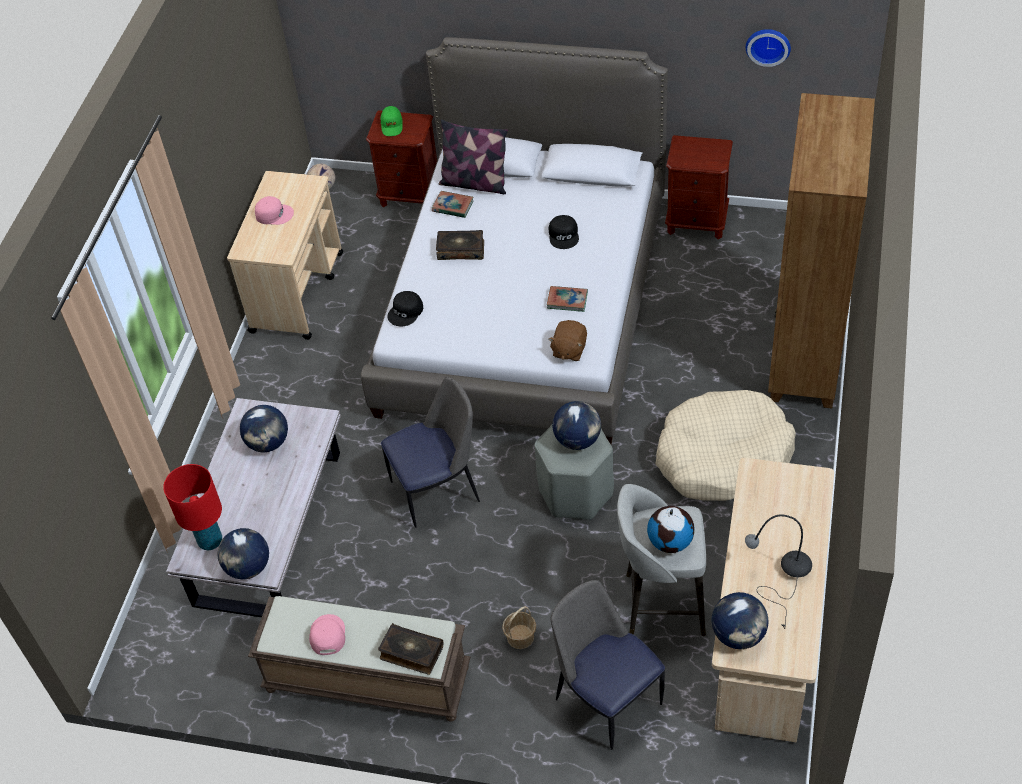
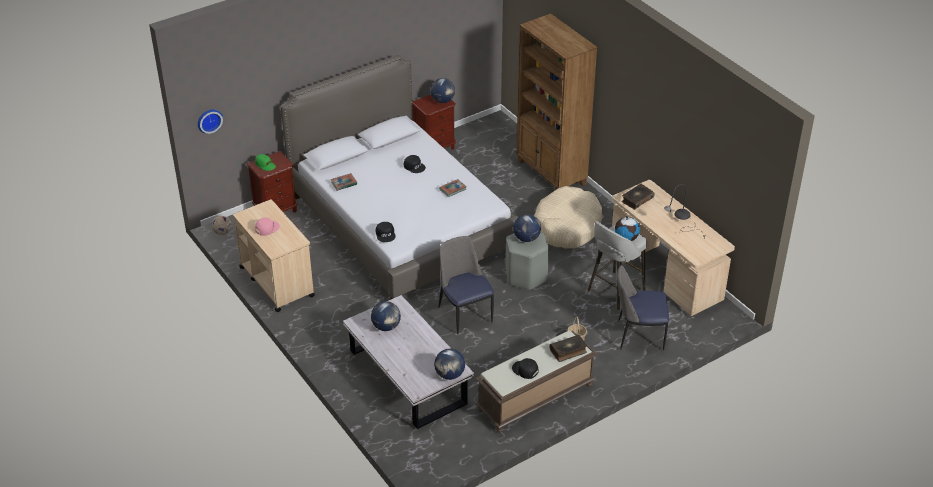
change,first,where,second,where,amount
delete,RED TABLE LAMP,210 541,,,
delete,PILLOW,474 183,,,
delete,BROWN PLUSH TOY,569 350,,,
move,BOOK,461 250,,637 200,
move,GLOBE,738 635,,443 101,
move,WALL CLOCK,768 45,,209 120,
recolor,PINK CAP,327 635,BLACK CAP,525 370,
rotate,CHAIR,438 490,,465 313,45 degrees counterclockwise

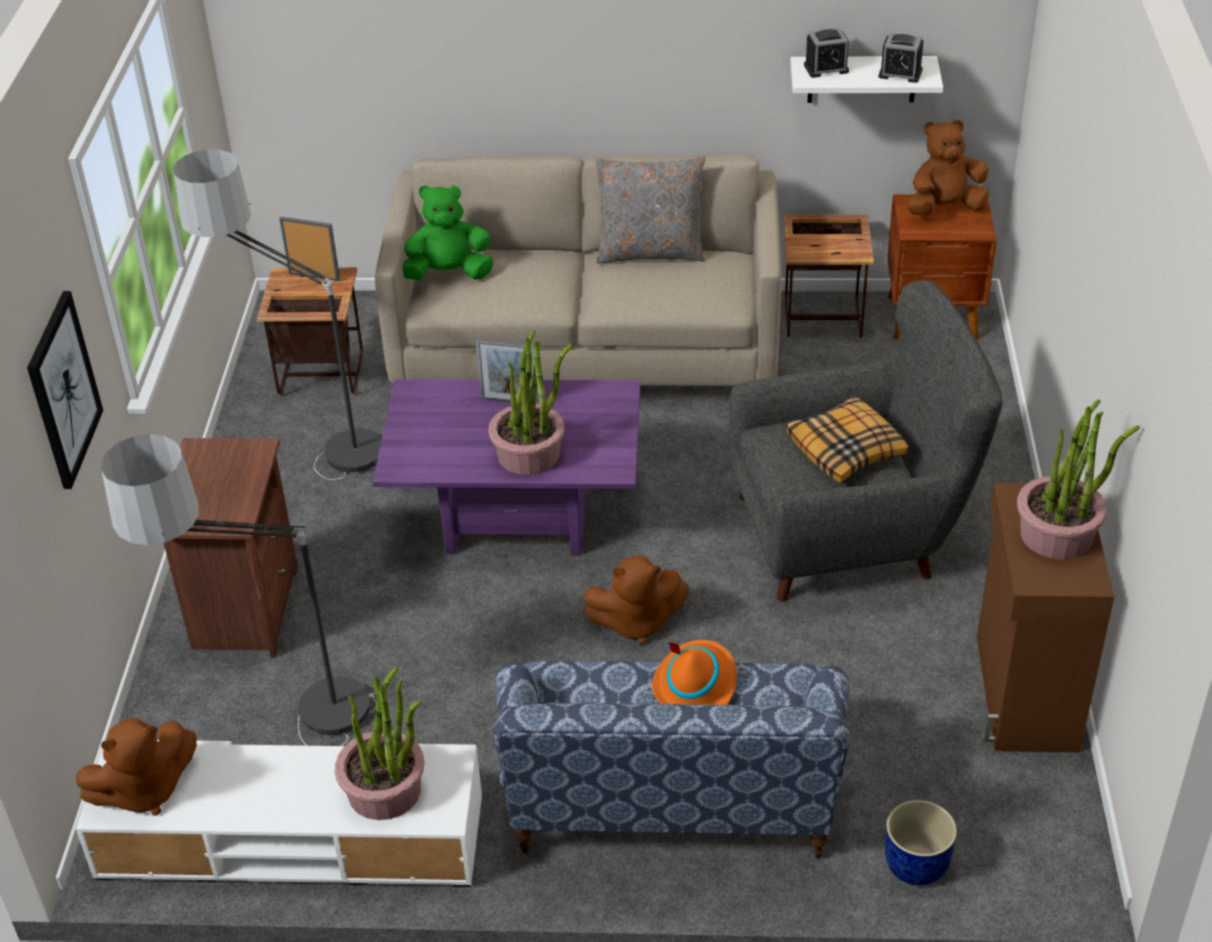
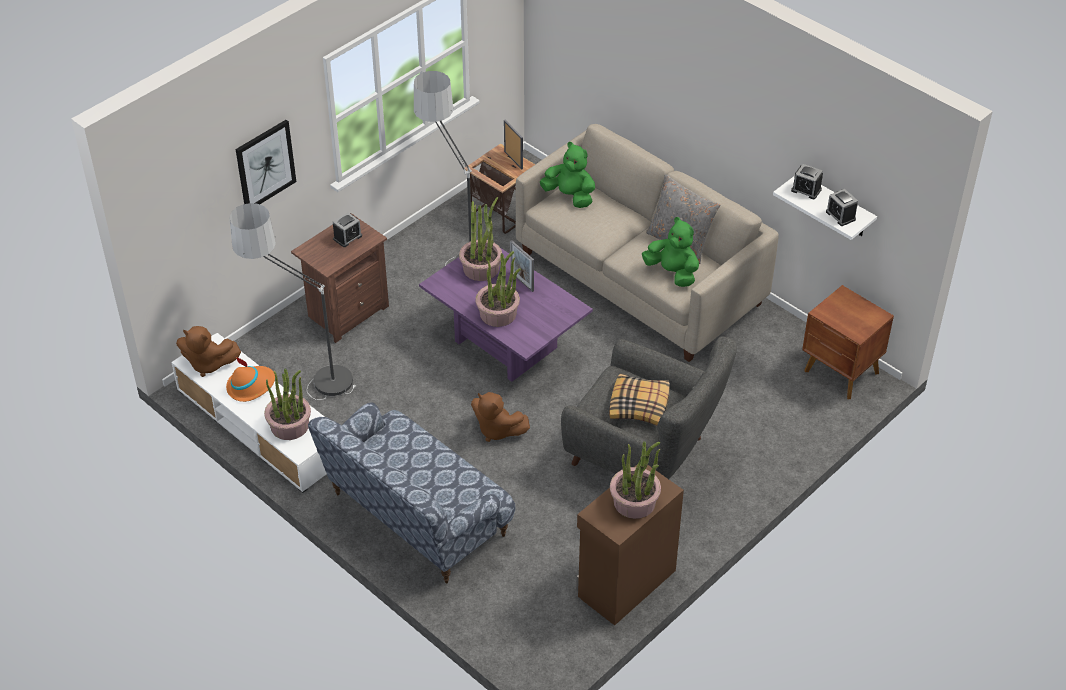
change,first,where,second,where,amount
delete,SIDE TABLE,824 319,,,
delete,BLUE PLANTER,915 865,,,
delete,BROWN PLUSH TOY,944 209,,,
insert,,,ALARM CLOCK,347 237,
insert,,,POTTED PLANT,481 268,
insert,,,GREEN PLUSH TOY,672 272,
move,ORANGE HAT,695 684,,251 386,

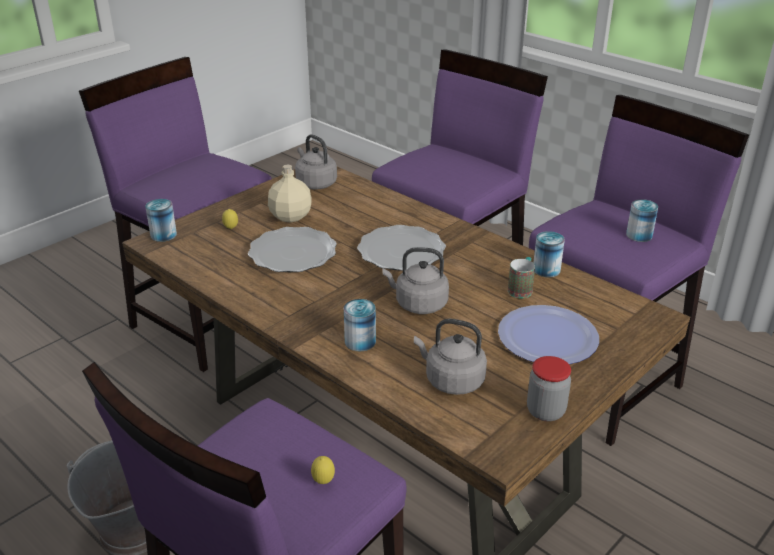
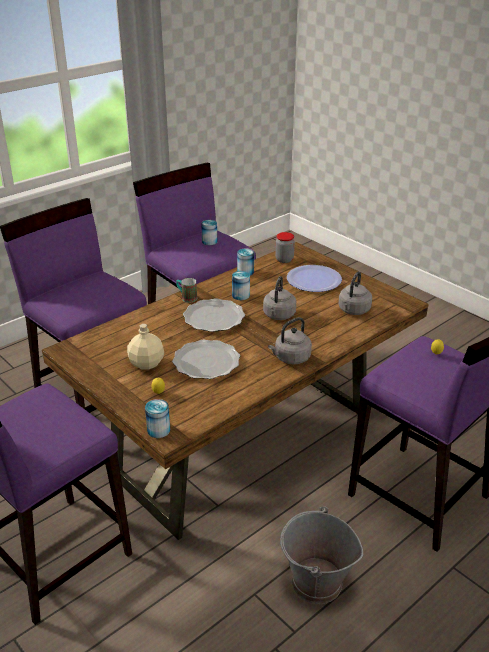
change,first,where,second,where,amount
move,GREY KETTLE,315 183,,290 358,
move,CAN,360 341,,241 295,
move,MUG,521 289,,186 297,
move,JAR,545 411,,284 259,

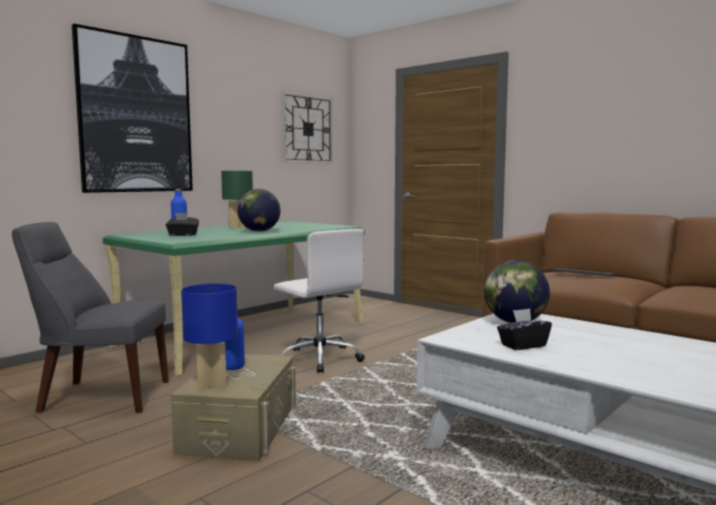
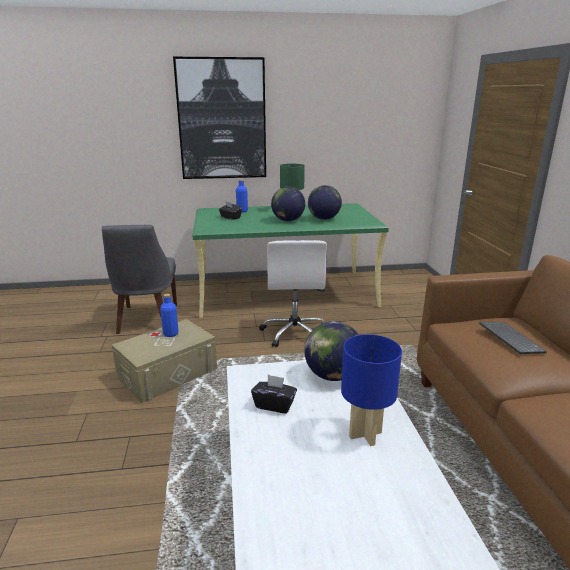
change,first,where,second,where,amount
delete,WALL CLOCK,307 129,,,
insert,,,GLOBE,324 219,
move,BLUE TABLE LAMP,211 385,,364 434,
rotate,GREY CHAIR,100 396,,146 320,135 degrees counterclockwise

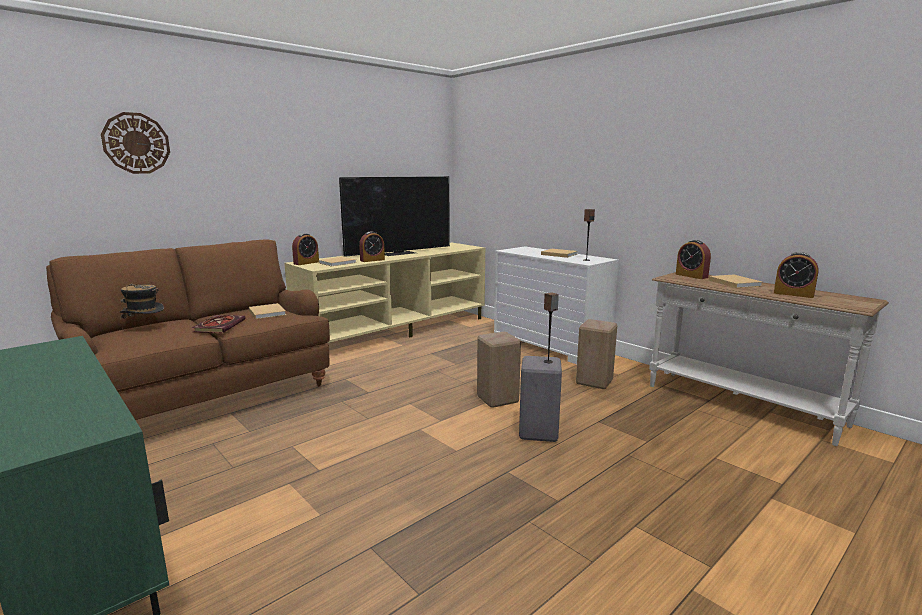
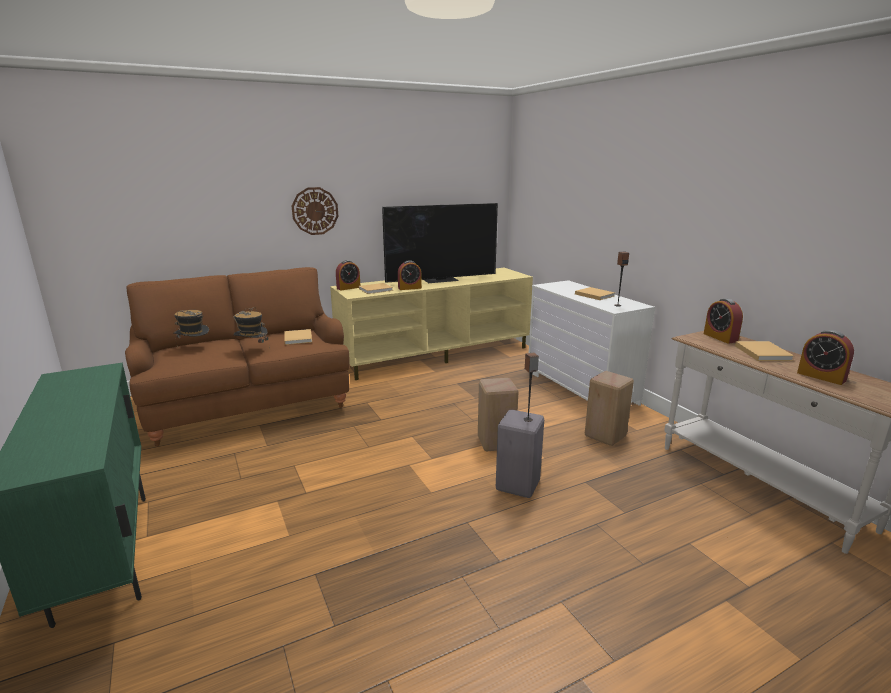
change,first,where,second,where,amount
move,WALL CLOCK,136 143,,315 211,
replace,BOOK,219 326,HAT,252 349,

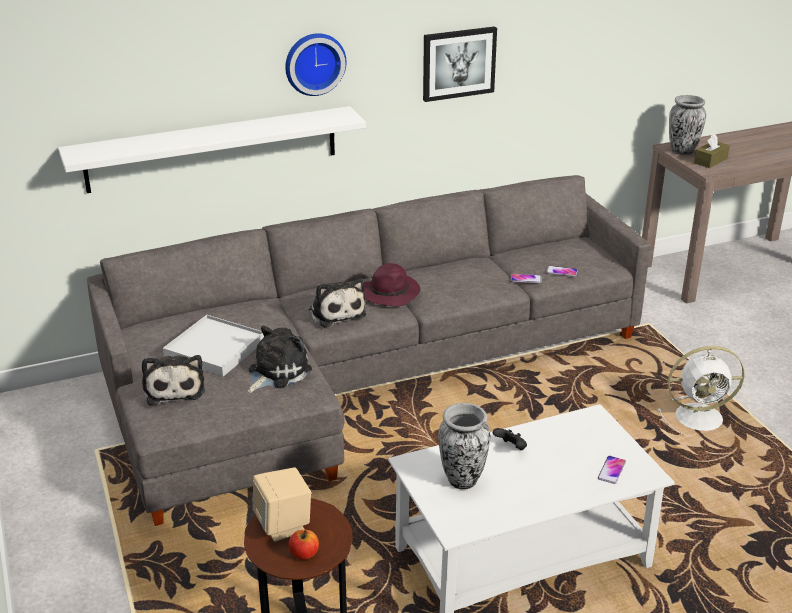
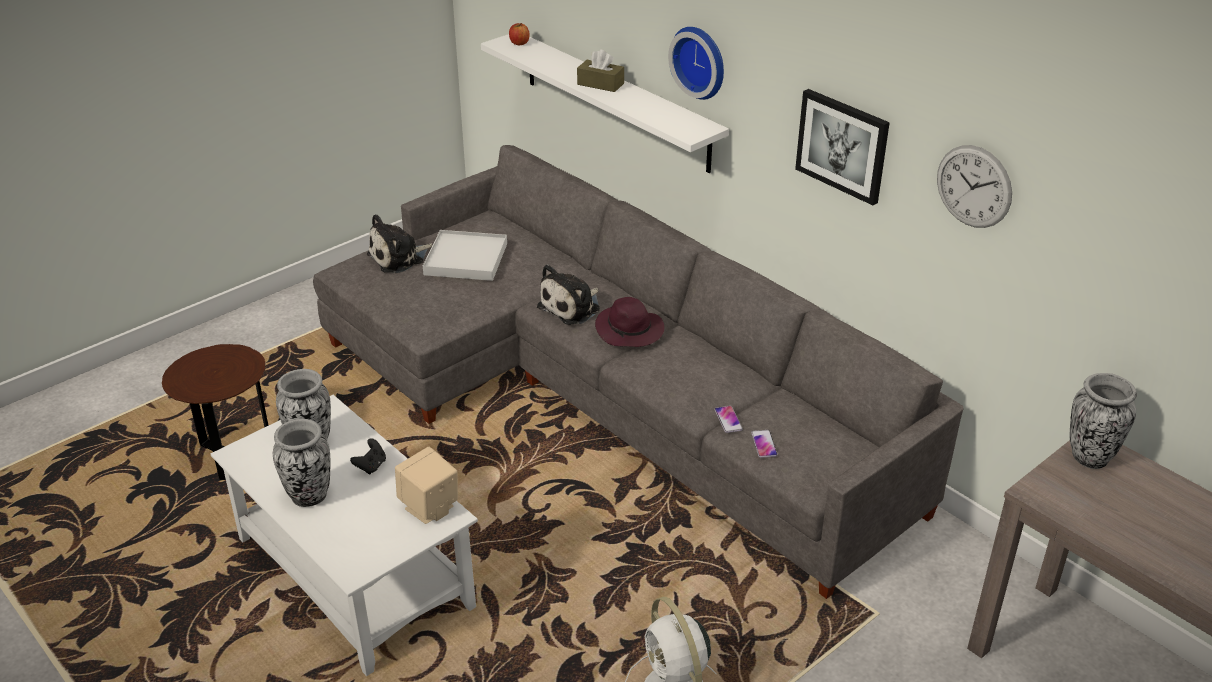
change,first,where,second,where,amount
delete,PLUSH TOY,276 372,,,
delete,PHONE,611 470,,,
insert,,,VASE,309 497,
insert,,,WALL CLOCK,974 186,
move,BEIGE SPEAKER,283 525,,429 508,
move,APPLE,304 554,,519 43,
move,BROWN TISSUE BOX,710 161,,600 84,

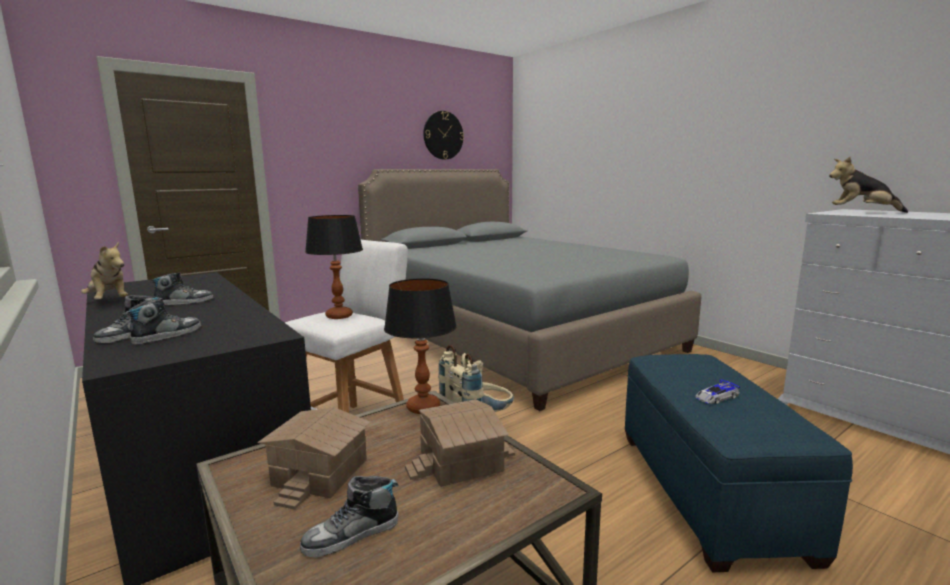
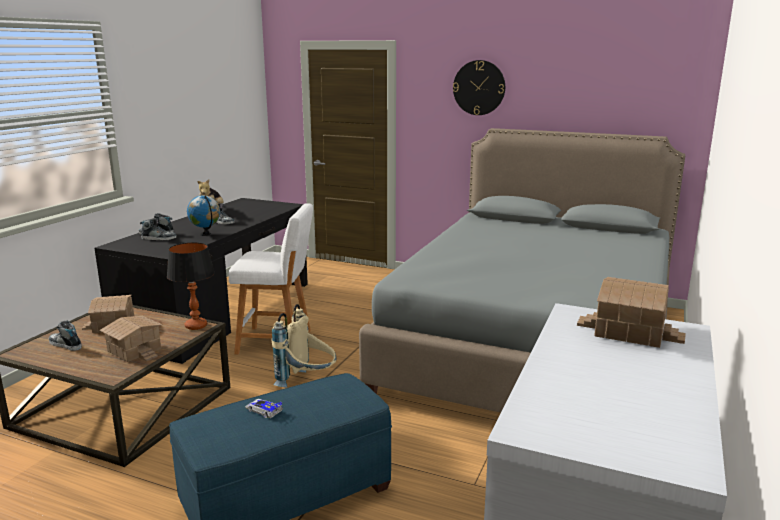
change,first,where,second,where,amount
delete,TABLE LAMP,339 316,,,
insert,,,GLOBE,205 234,
move,WALL CLOCK,443 135,,479 87,
replace,PLUSH TOY,861 212,TOY HOUSE,629 331,

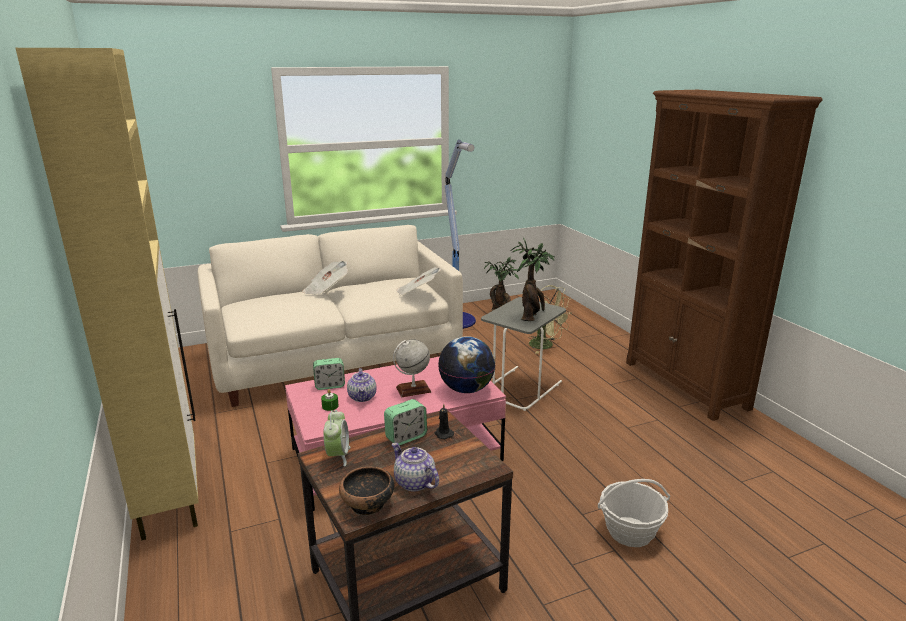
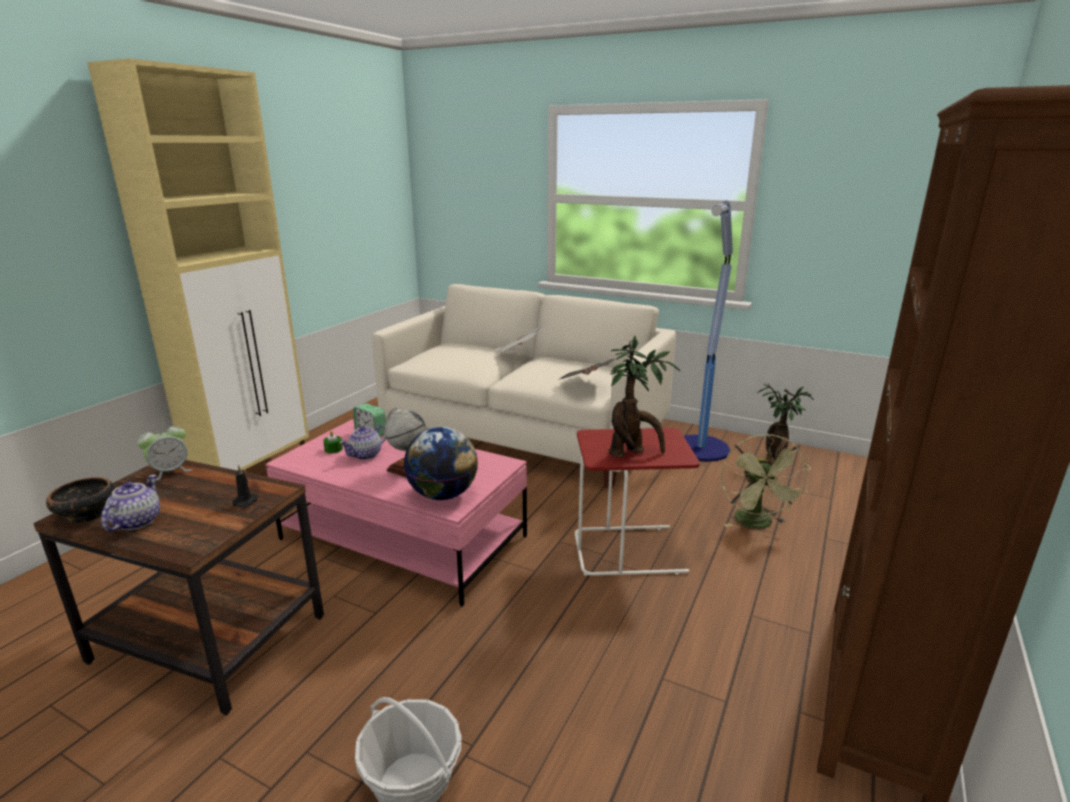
change,first,where,second,where,amount
delete,ALARM CLOCK,406 437,,,
recolor,GREY SIDE TABLE,520 387,RED SIDE TABLE,629 550,

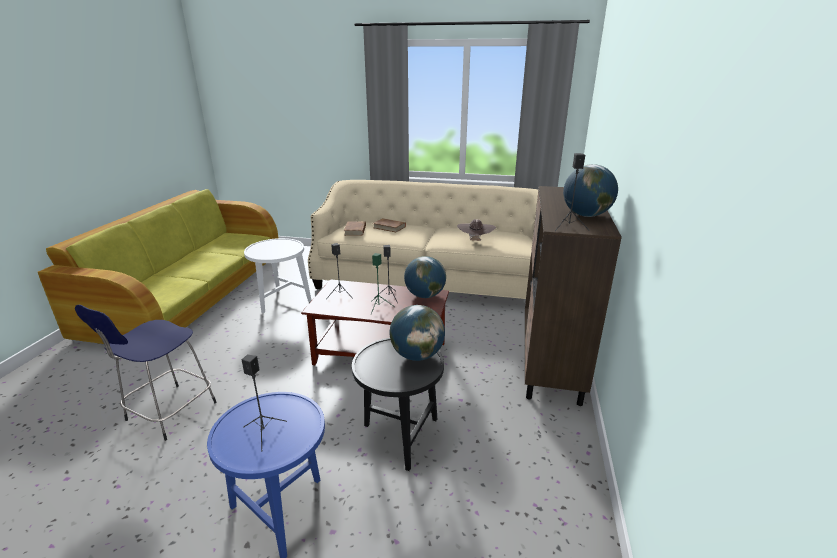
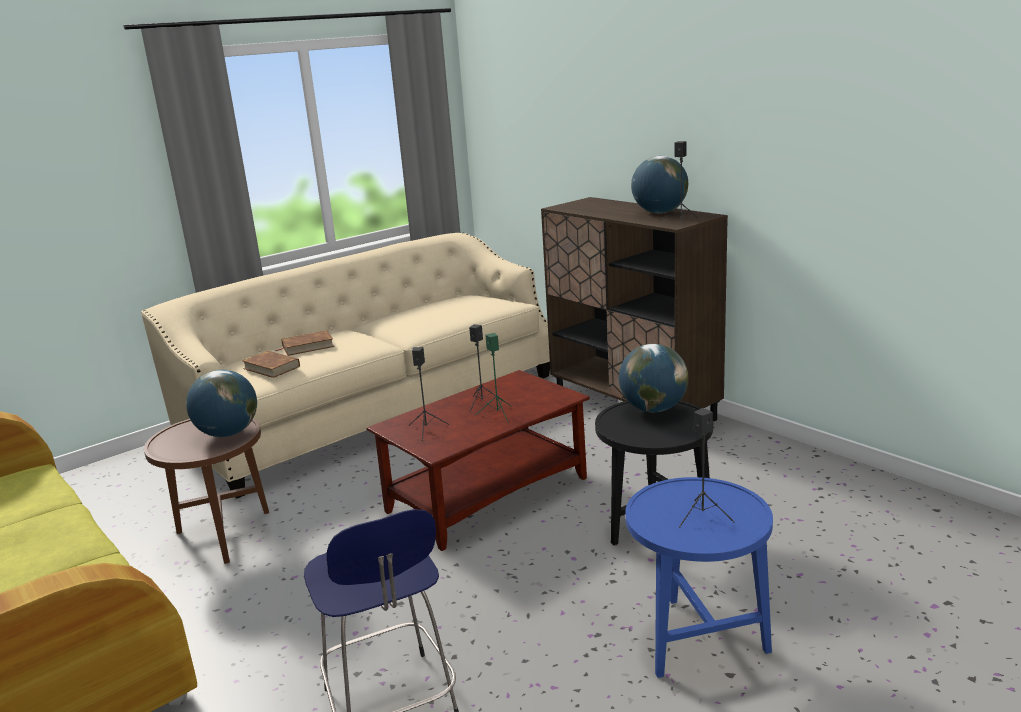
change,first,where,second,where,amount
delete,BROWN HAT,475 241,,,
move,GLOBE,425 295,,228 433,
recolor,WHITE SIDE TABLE,282 302,BROWN SIDE TABLE,225 537,

